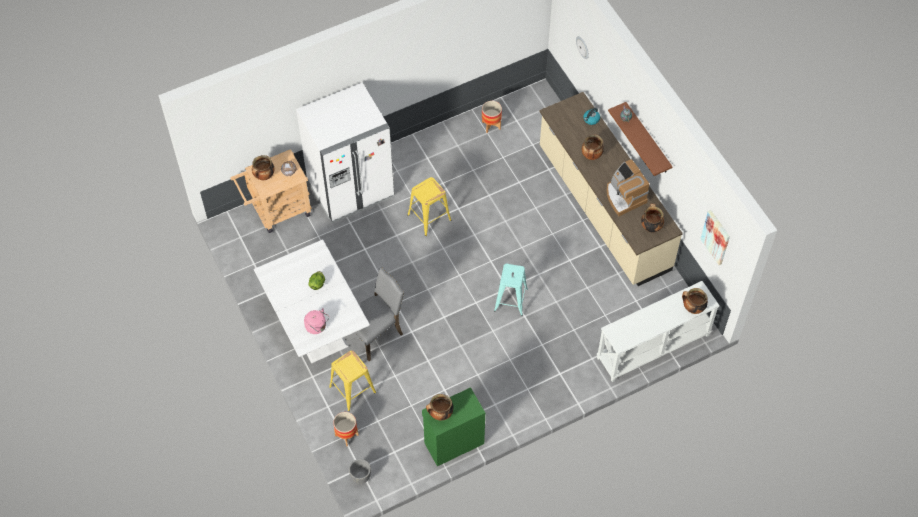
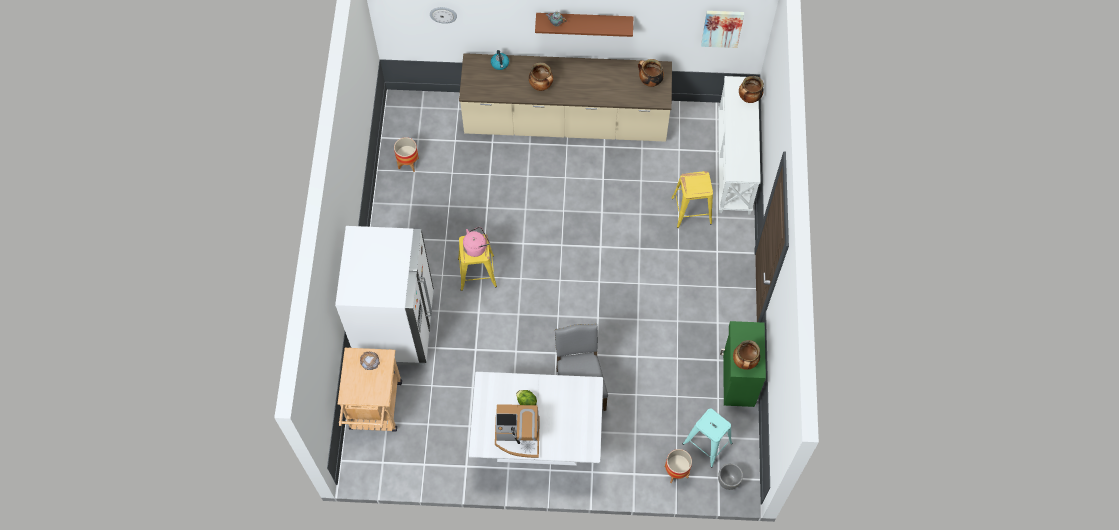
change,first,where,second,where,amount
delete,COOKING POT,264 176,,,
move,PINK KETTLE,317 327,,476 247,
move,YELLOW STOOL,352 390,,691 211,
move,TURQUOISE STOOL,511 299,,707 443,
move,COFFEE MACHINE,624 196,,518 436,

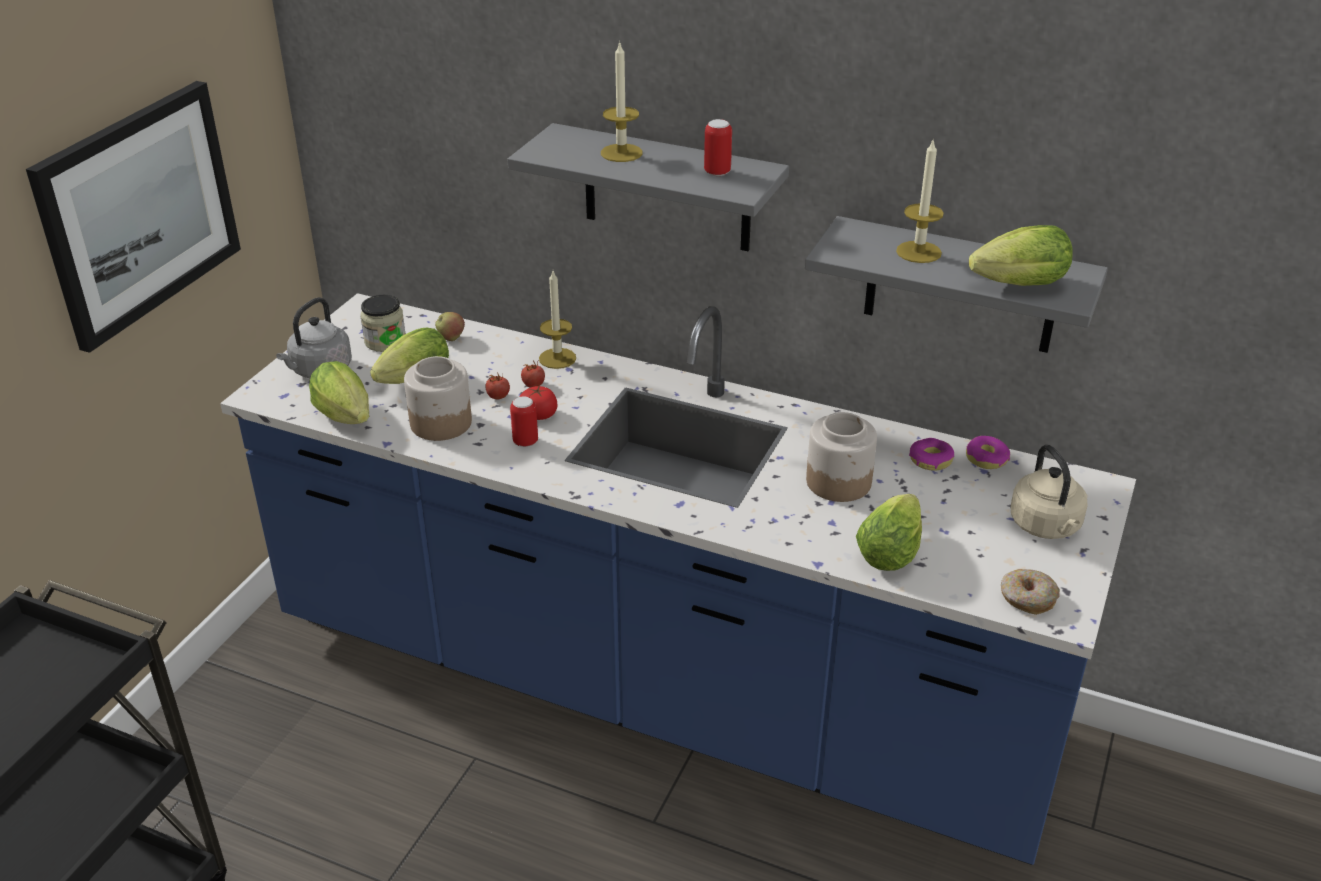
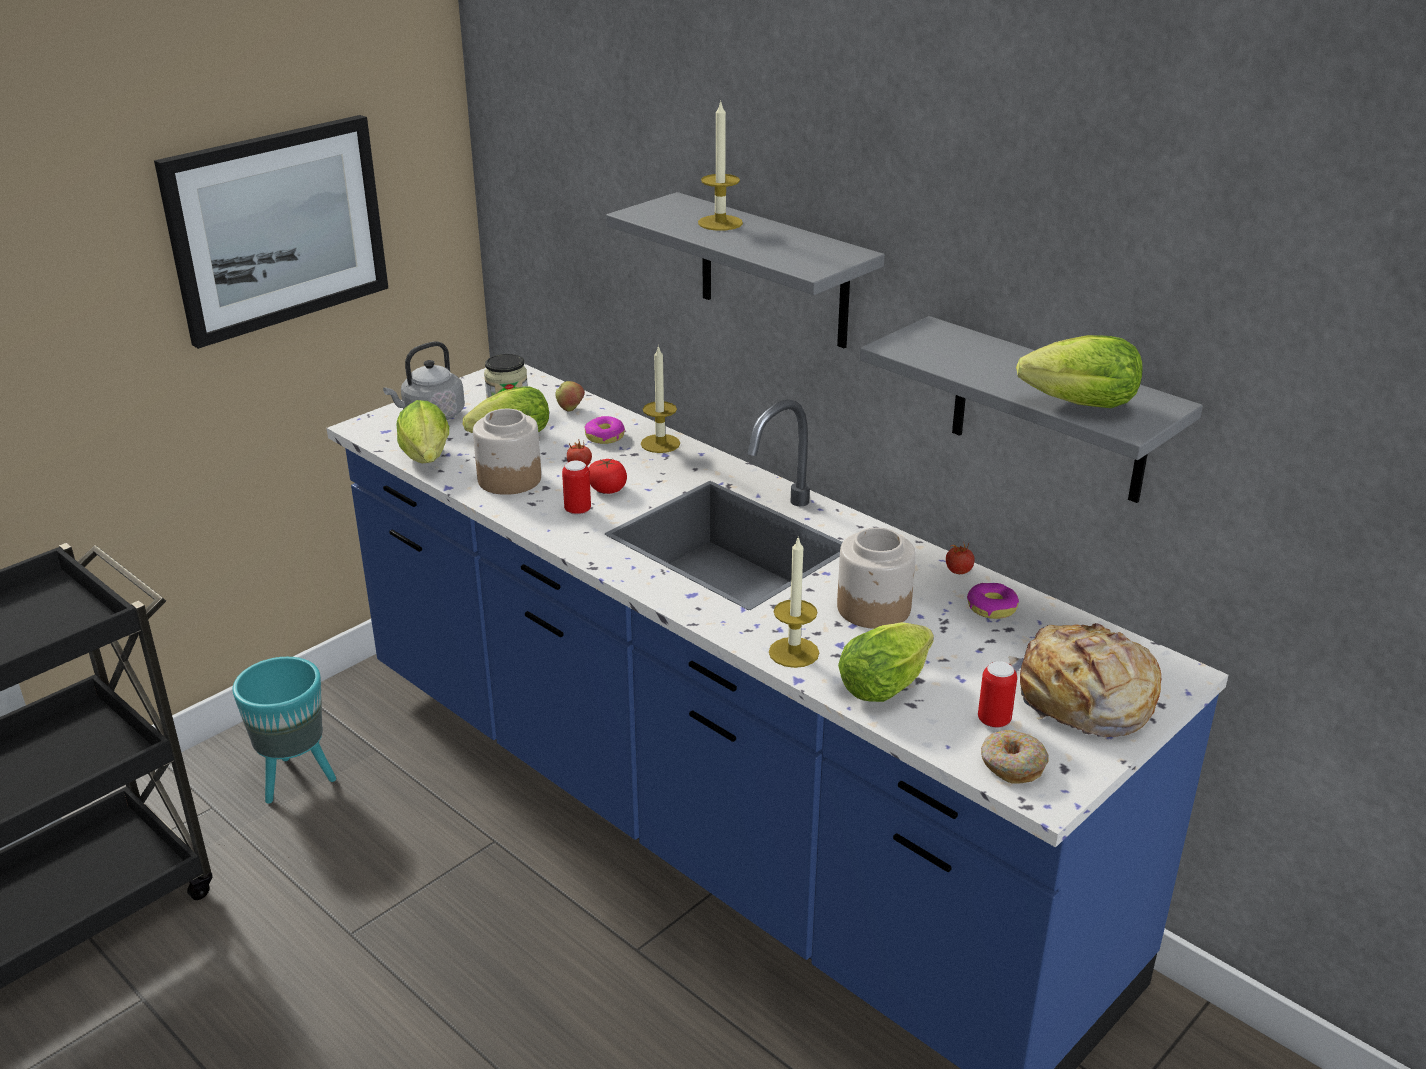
change,first,where,second,where,amount
insert,,,TURQUOISE PLANTER,296 780,
move,TOMATO,533 385,,958 571,
move,CAN,717 172,,994 720,
move,CANDLE,918 252,,794 652,
move,DONUT,986 459,,604 436,
replace,BEIGE KETTLE,1046 527,BREAD,1084 700,

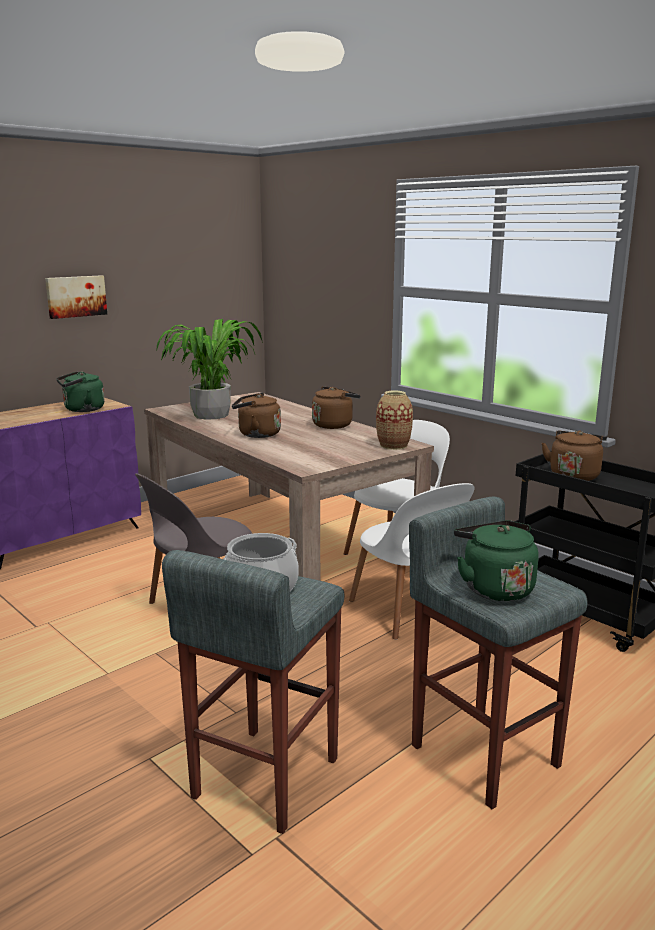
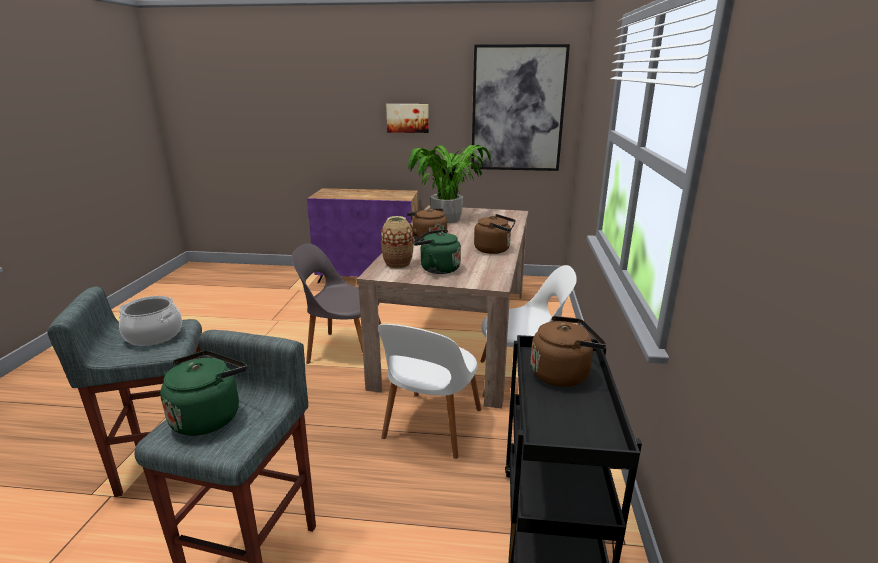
change,first,where,second,where,amount
insert,,,PICTURE,517 109,
move,GREEN KETTLE,82 410,,437 269,
move,VASE,393 445,,397 264,

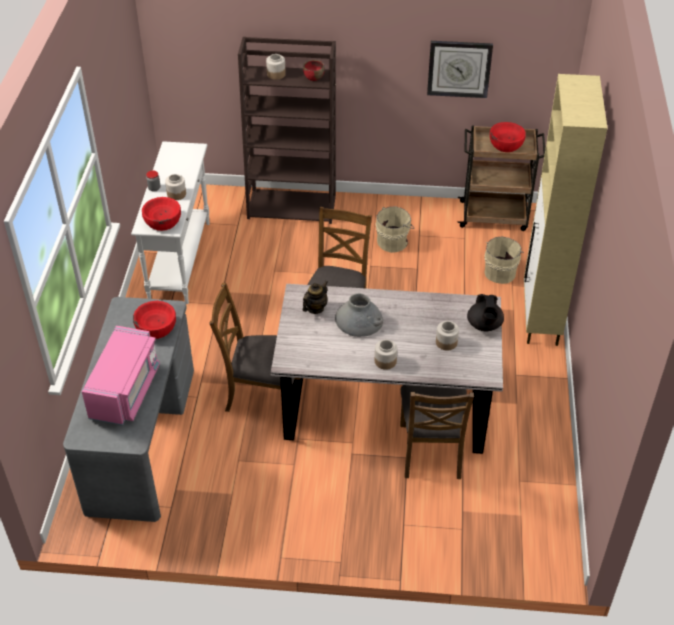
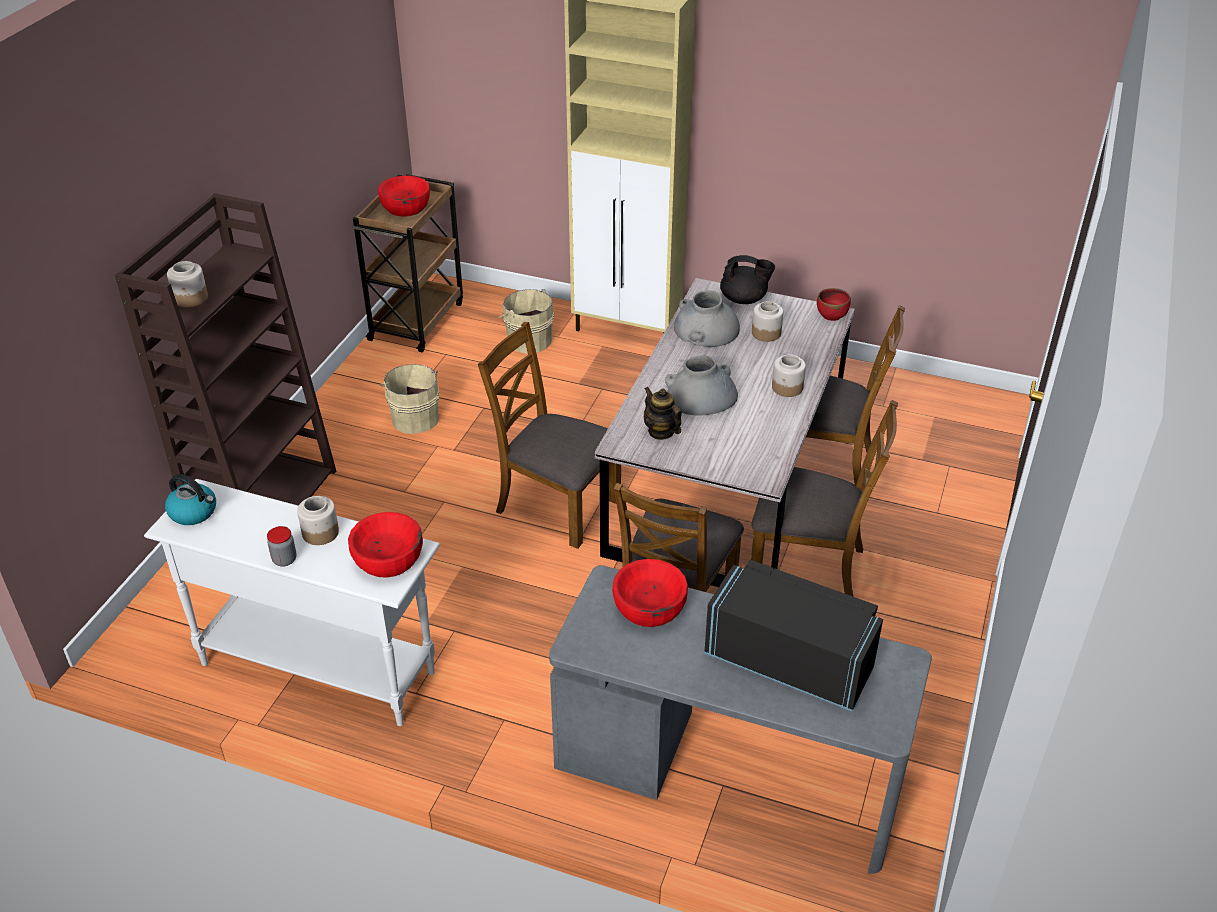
change,first,where,second,where,amount
delete,WALL CLOCK,459 68,,,
insert,,,KETTLE,194 512,
insert,,,GREY VASE,706 329,
insert,,,BROWN CHAIR,808 567,
move,RED BOWL,313 78,,831 315,
recolor,PINK MICROWAVE,125 391,BLACK MICROWAVE,790 661,

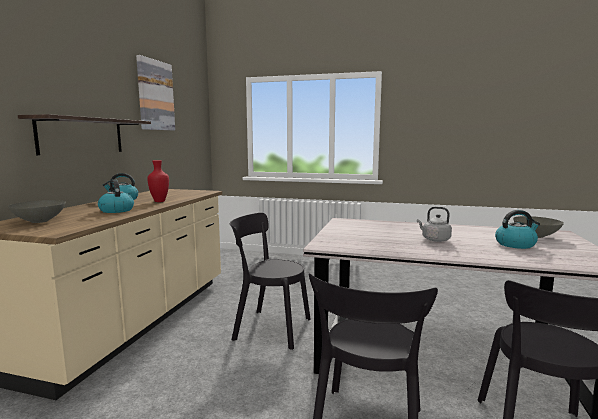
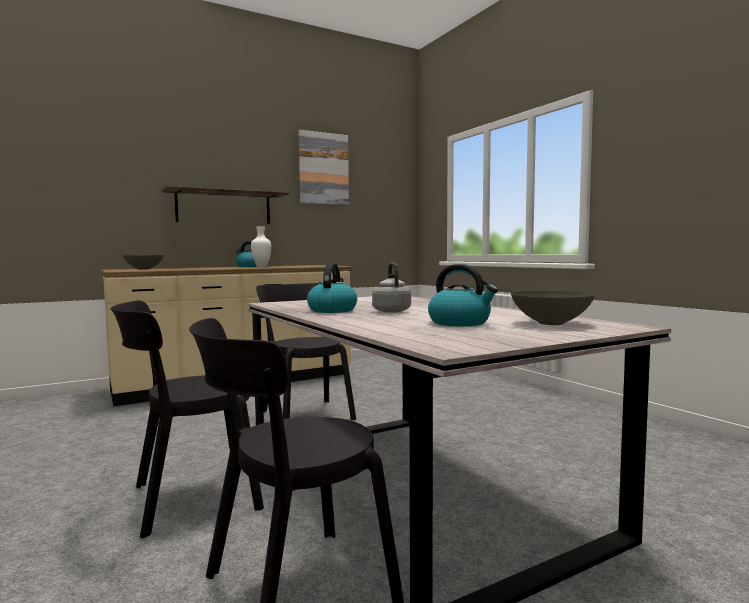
change,first,where,second,where,amount
move,KETTLE,116 210,,332 310,
recolor,RED VASE,159 201,WHITE VASE,261 267,

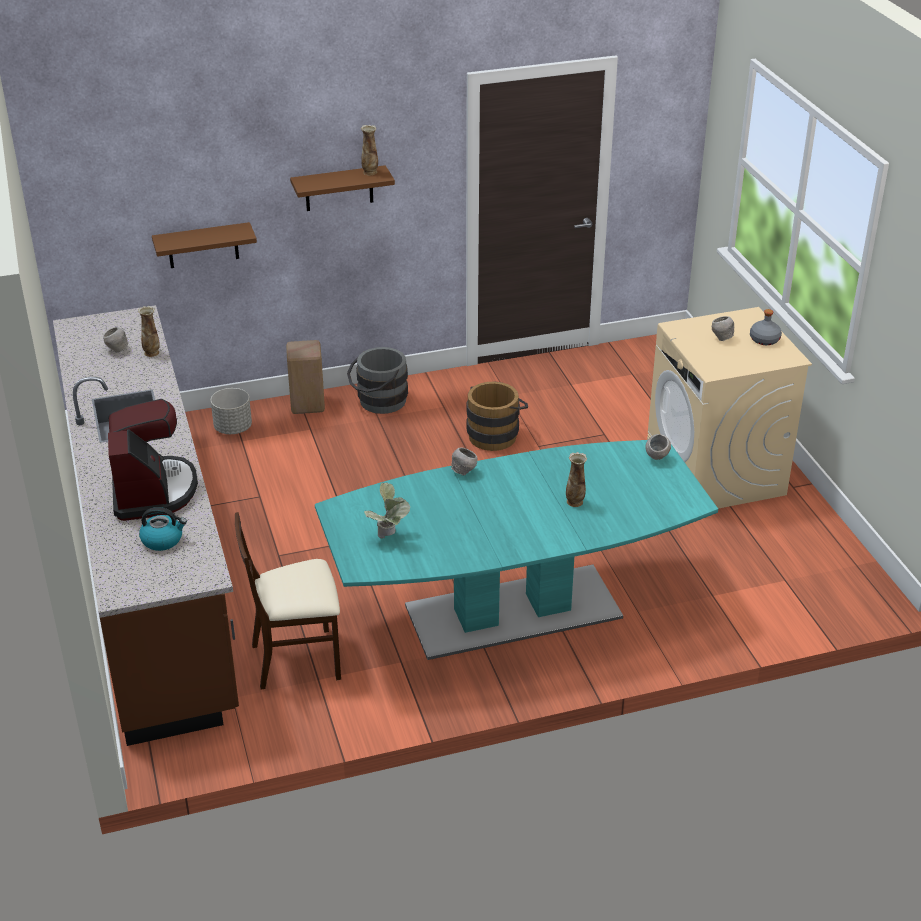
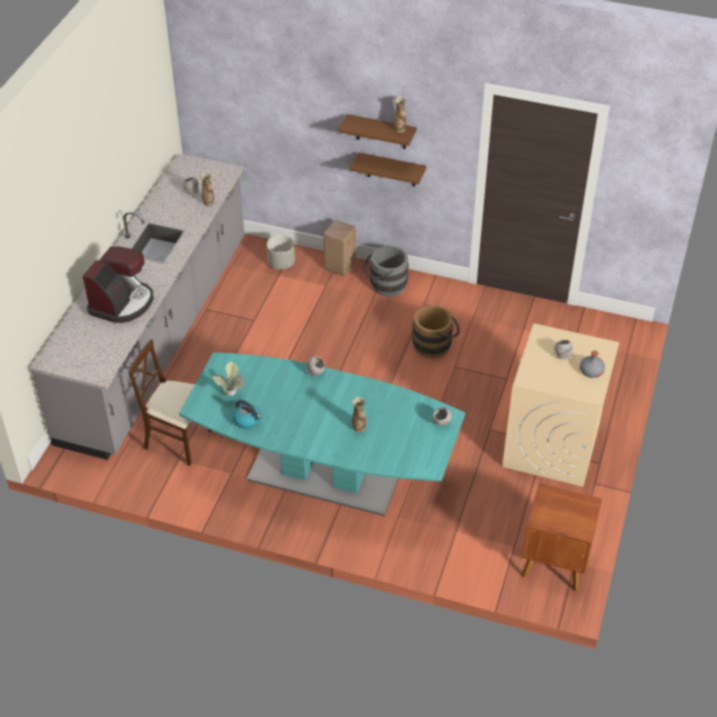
change,first,where,second,where,amount
insert,,,BROWN NIGHTSTAND,553 563,
move,KETTLE,163 540,,247 420,
move,BROWN SHELF,203 245,,391 170,
recolor,BROWN COUNTER,152 564,GREY COUNTER,157 337,

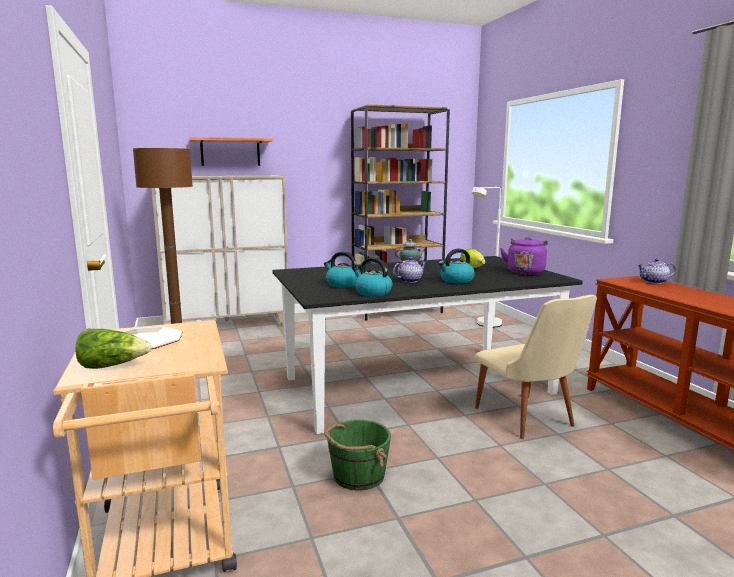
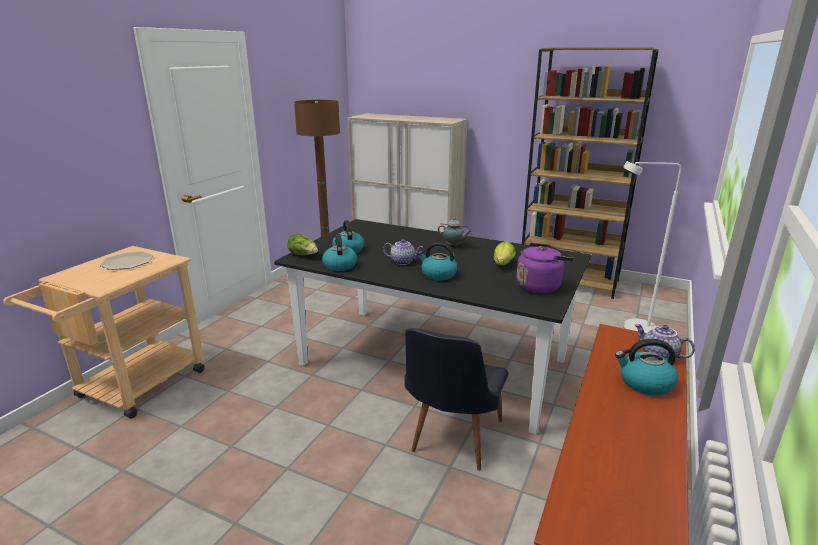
change,first,where,second,where,amount
delete,SHELF,230 152,,,
delete,GREEN BUCKET,357 476,,,
insert,,,KETTLE,644 383,
move,LETTUCE,113 366,,303 255,
recolor,BEIGE CHAIR,529 420,BLACK CHAIR,452 441,

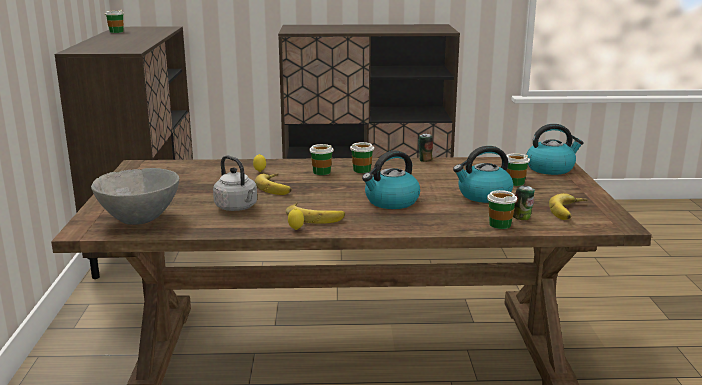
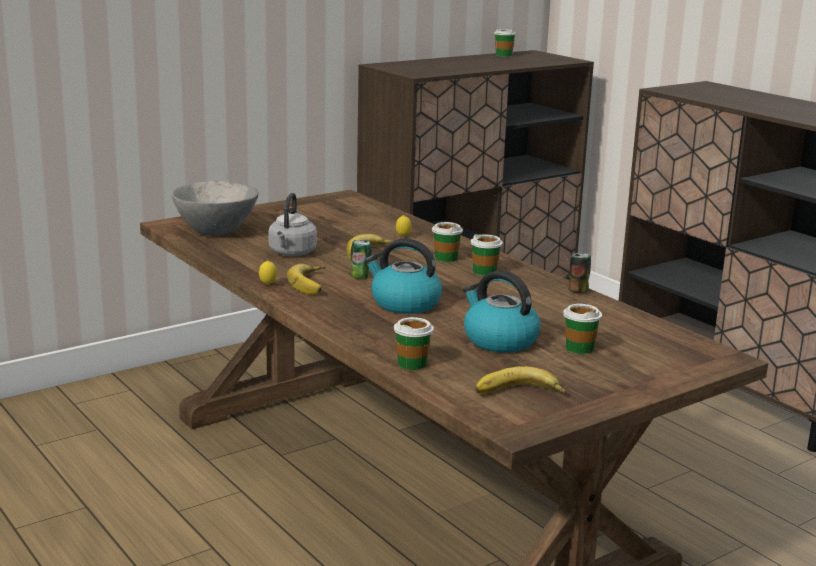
change,first,where,second,where,amount
delete,KETTLE,550 168,,,
move,CAN,522 218,,360 276,

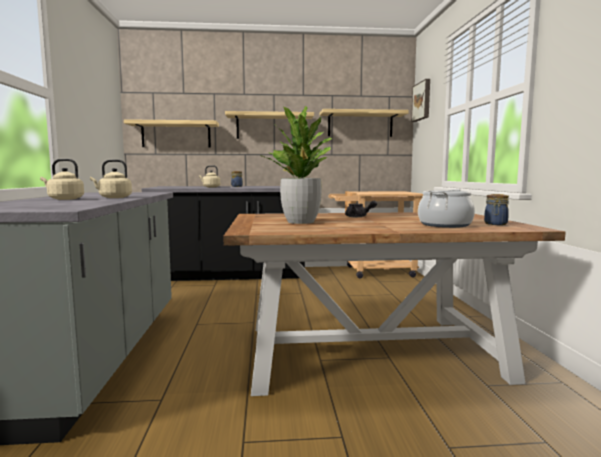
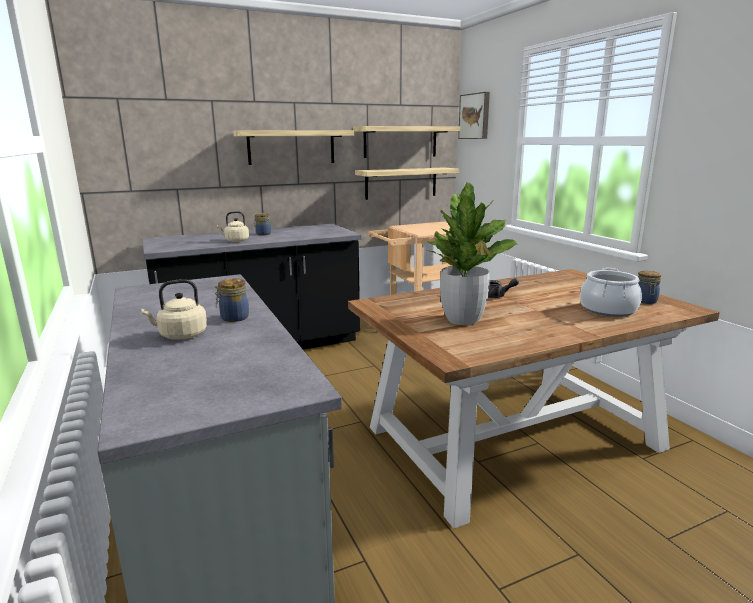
change,first,where,second,where,amount
move,SHELF,176 135,,401 183,
replace,BEIGE KETTLE,113 197,JAR,233 318,

